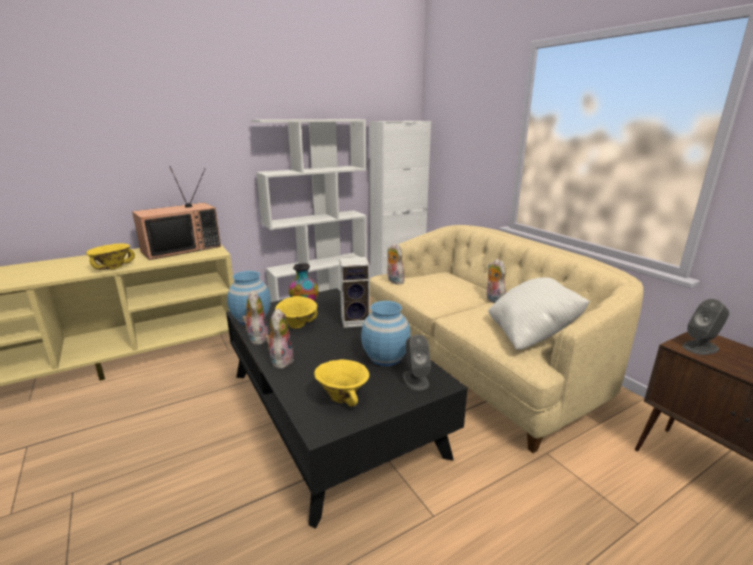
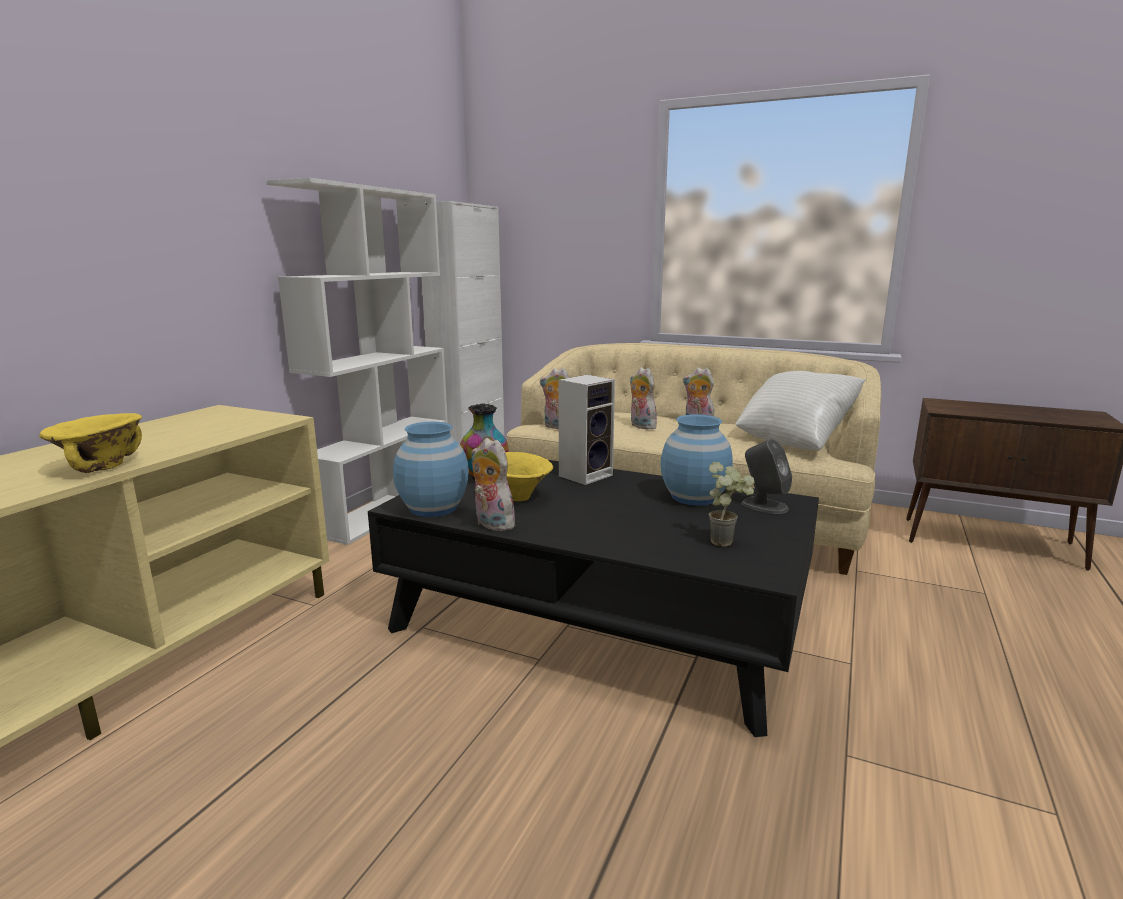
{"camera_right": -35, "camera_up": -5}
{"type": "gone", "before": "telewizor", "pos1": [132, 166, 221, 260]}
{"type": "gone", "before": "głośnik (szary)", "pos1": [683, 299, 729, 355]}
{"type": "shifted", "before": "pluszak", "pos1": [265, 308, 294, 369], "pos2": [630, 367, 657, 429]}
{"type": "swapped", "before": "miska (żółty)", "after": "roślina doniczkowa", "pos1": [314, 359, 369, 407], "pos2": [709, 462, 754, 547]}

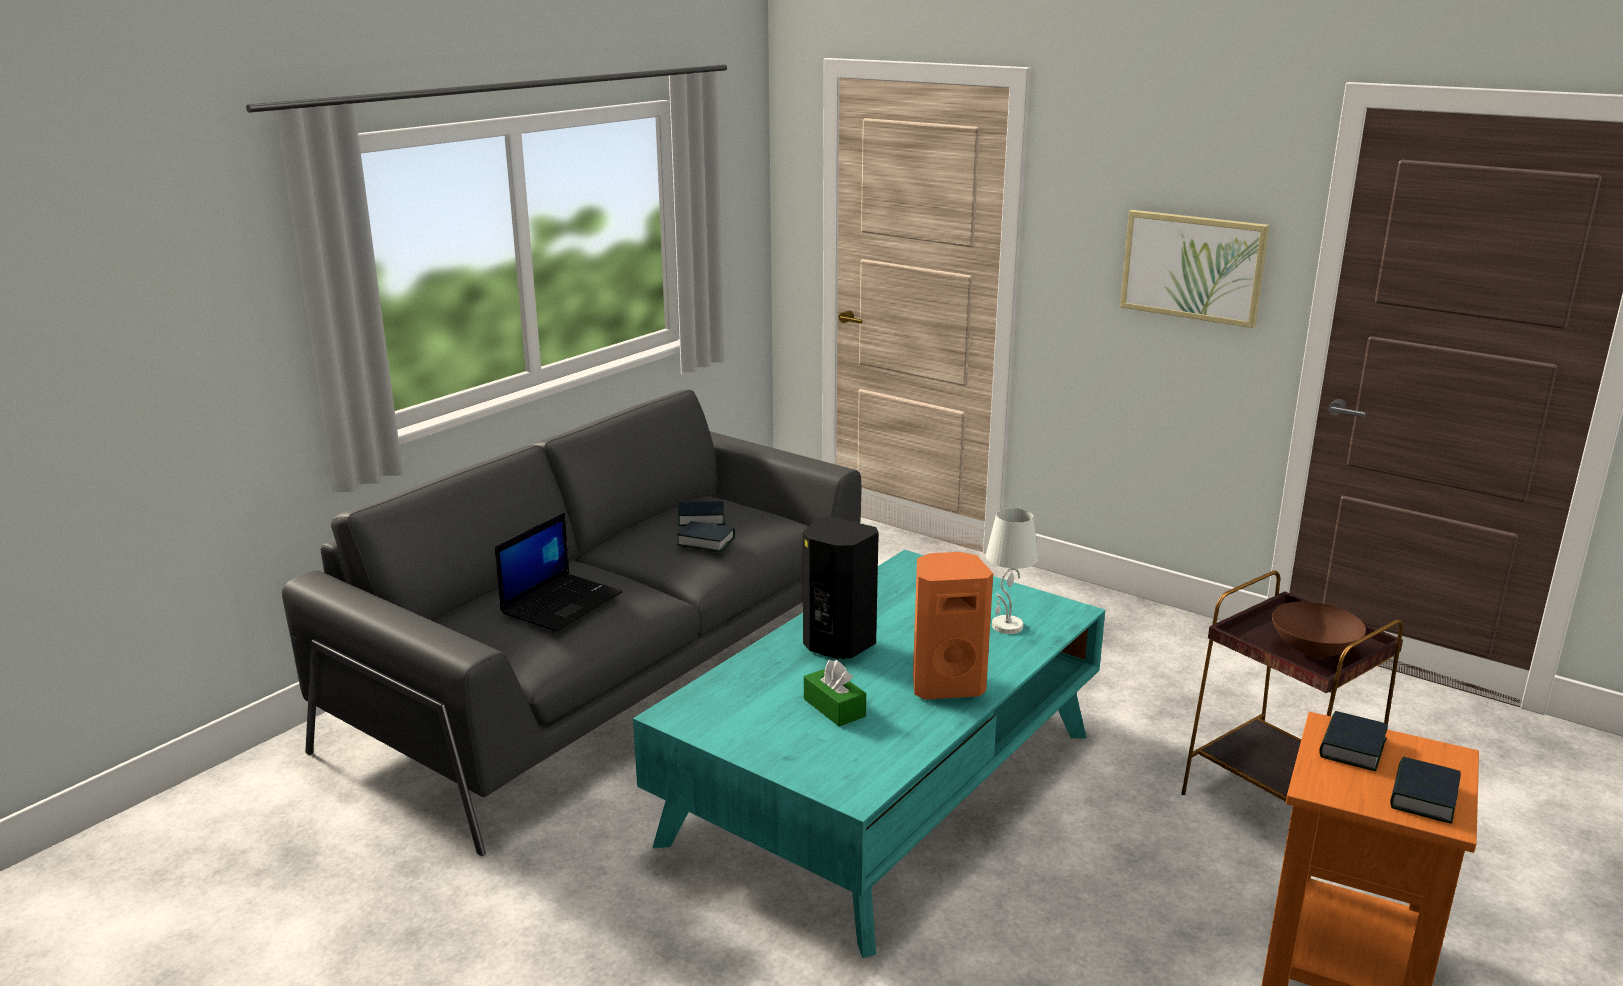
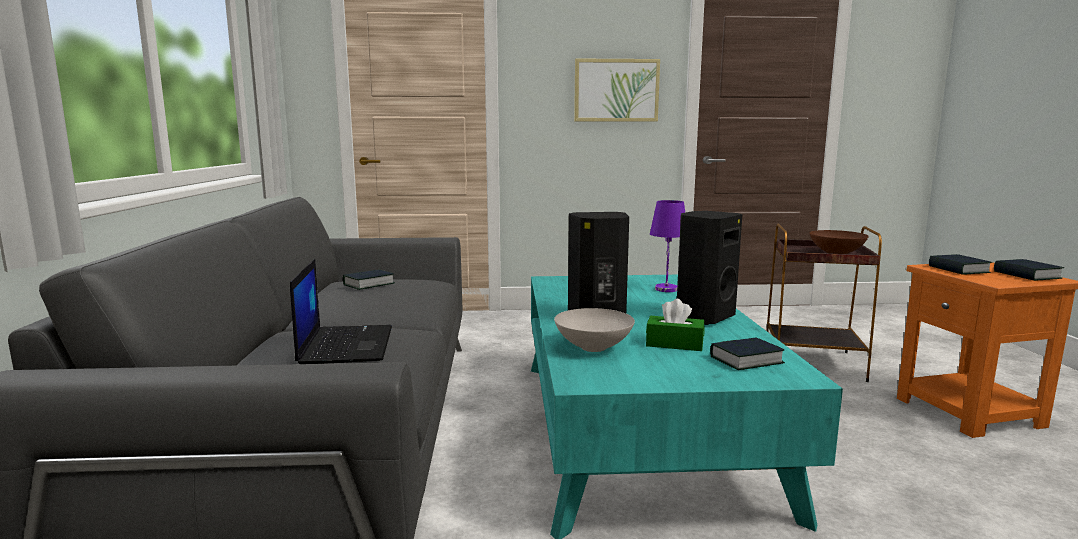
{"camera_right": -40, "camera_up": -10}
{"type": "new", "after": "miska (biały)", "pos2": [554, 308, 635, 352]}
{"type": "shifted", "before": "książka", "pos1": [677, 521, 735, 552], "pos2": [710, 337, 785, 370]}
{"type": "repainted", "before": "głośnik (pomarańczowy)", "after": "głośnik (czarny)", "pos1": [913, 552, 993, 700], "pos2": [677, 211, 742, 325]}
{"type": "repainted", "before": "lampa stołowa (biały)", "after": "lampa stołowa (fioletowy)", "pos1": [986, 508, 1039, 634], "pos2": [650, 200, 685, 292]}

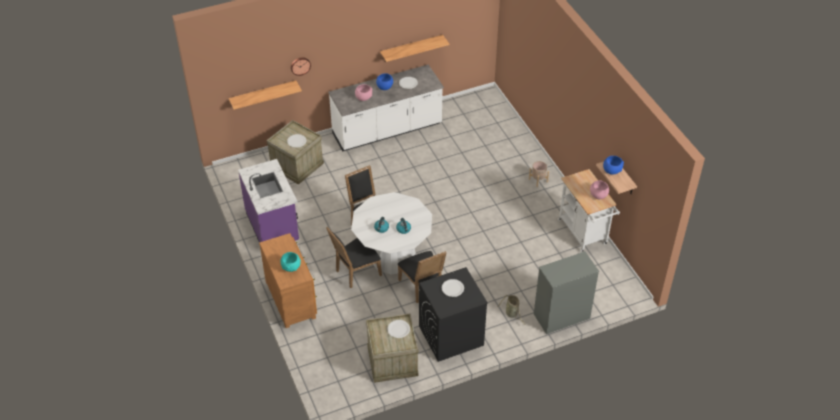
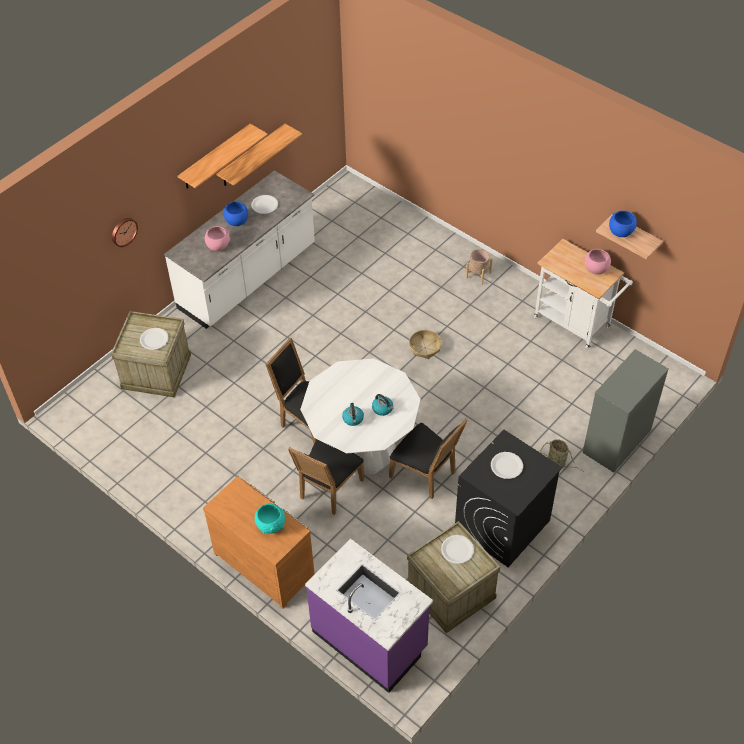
{"camera_right": -25, "camera_up": 5}
{"type": "new", "after": "koszyk", "pos2": [409, 330, 442, 359]}
{"type": "shifted", "before": "półka", "pos1": [229, 80, 302, 110], "pos2": [177, 124, 268, 188]}
{"type": "shifted", "before": "zabudowa kuchenna (fioletowy)", "pos1": [238, 159, 299, 242], "pos2": [305, 539, 433, 693]}

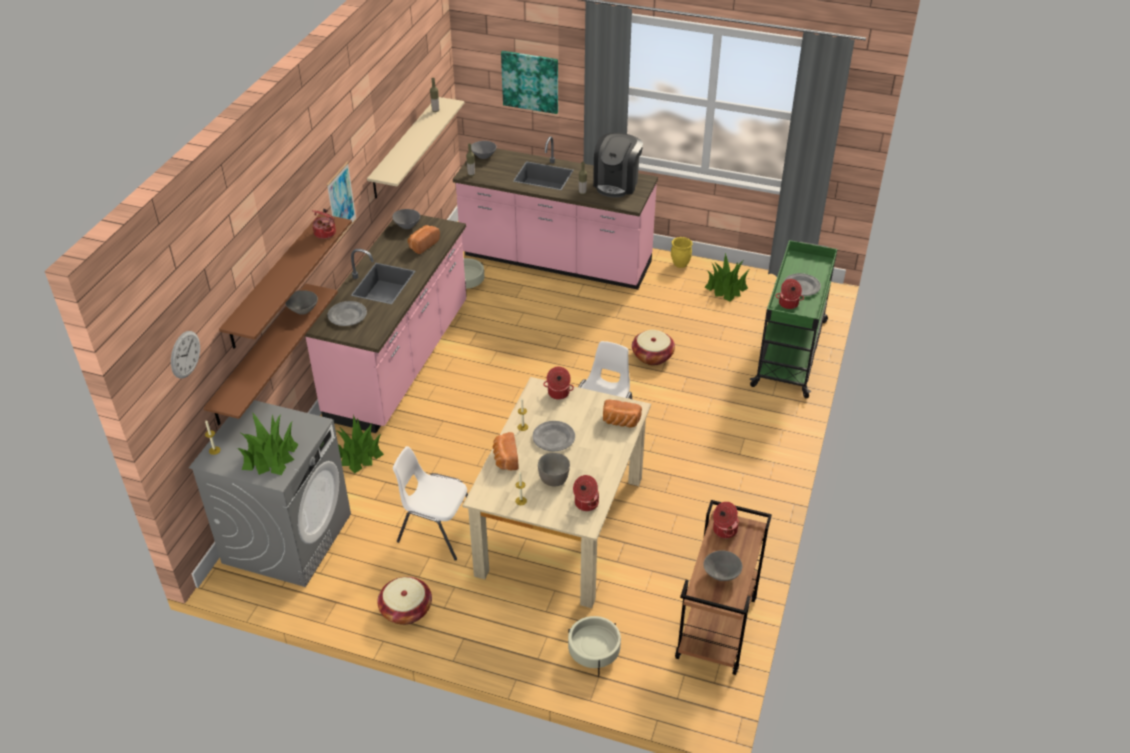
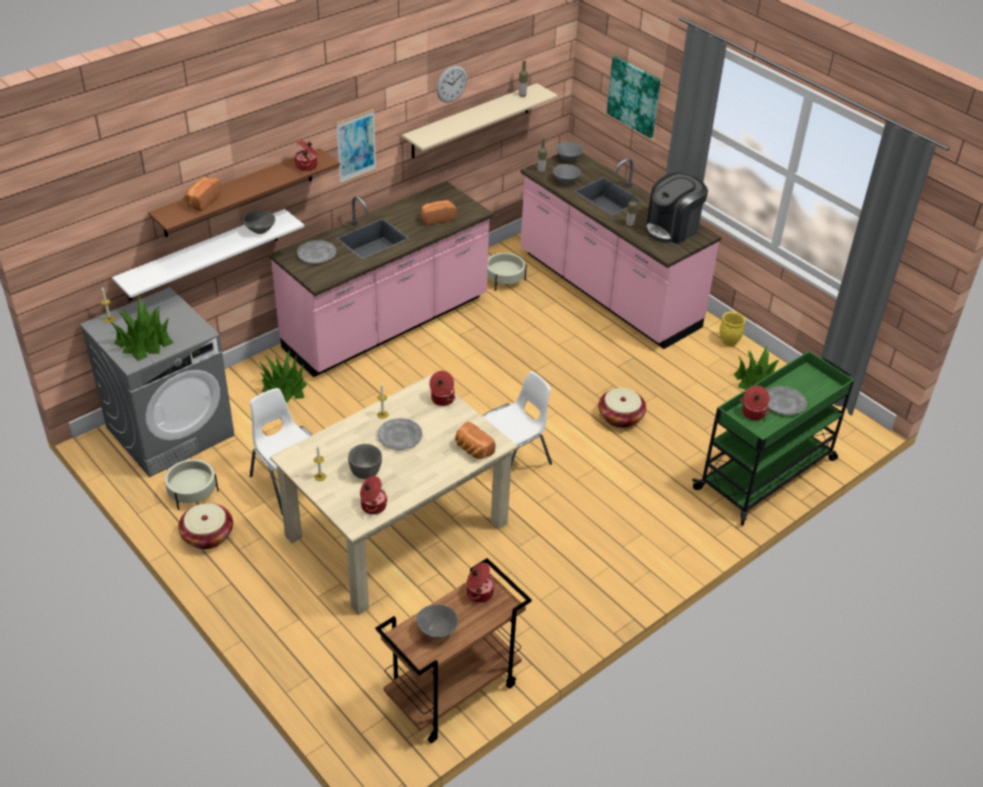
{"camera_right": 30, "camera_up": 0}
{"type": "shifted", "before": "zegar ścienny", "pos1": [171, 331, 200, 379], "pos2": [436, 65, 467, 102]}
{"type": "shifted", "before": "miska (szary)", "pos1": [392, 209, 420, 229], "pos2": [553, 164, 581, 184]}
{"type": "shifted", "before": "chleb", "pos1": [493, 432, 518, 470], "pos2": [184, 178, 221, 211]}
{"type": "shifted", "before": "donica (beżowy)", "pos1": [568, 616, 621, 676], "pos2": [165, 459, 219, 510]}
{"type": "repainted", "before": "półka (brązowy)", "after": "półka (biały)", "pos1": [203, 284, 338, 425], "pos2": [112, 209, 304, 301]}

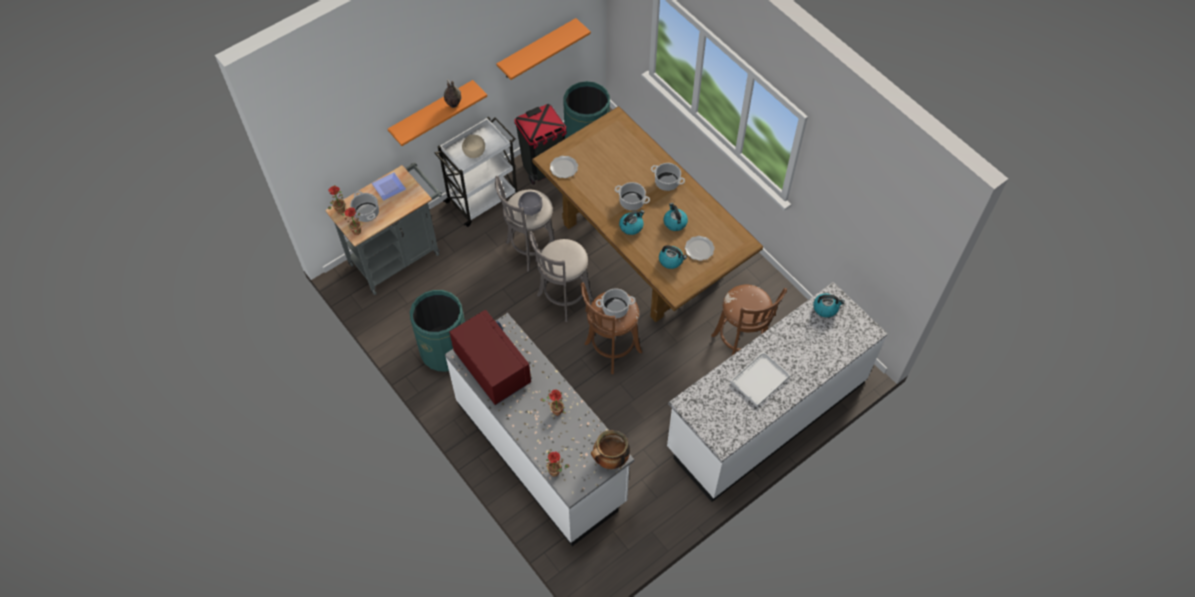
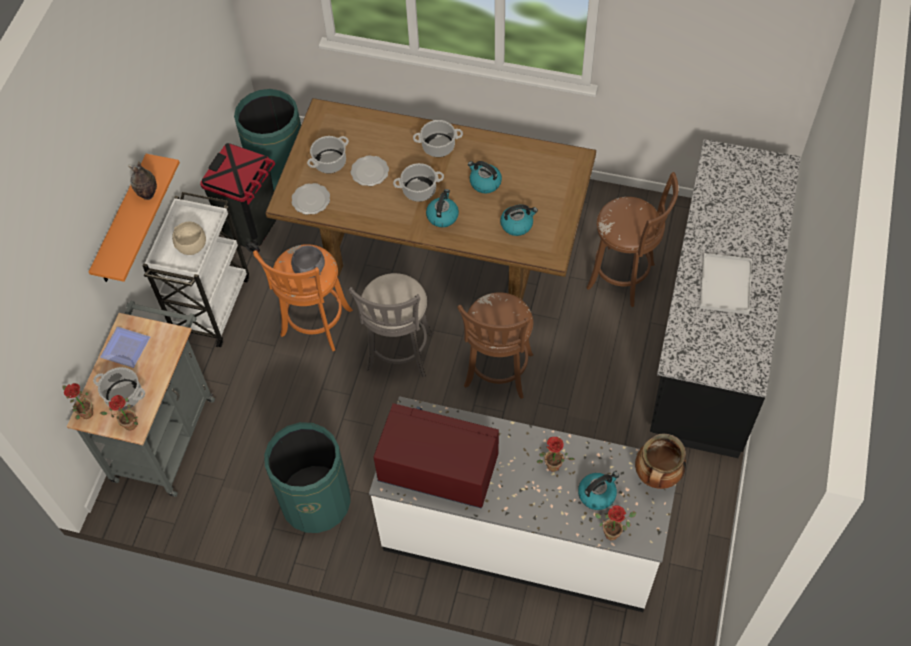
{"camera_right": -35, "camera_up": 0}
{"type": "gone", "before": "półka (pomarańczowy)", "pos1": [496, 18, 591, 80]}
{"type": "shifted", "before": "garnek", "pos1": [596, 288, 636, 318], "pos2": [307, 136, 349, 174]}
{"type": "shifted", "before": "talerz", "pos1": [685, 236, 715, 261], "pos2": [350, 155, 389, 186]}
{"type": "shifted", "before": "czajnik", "pos1": [813, 293, 845, 317], "pos2": [578, 471, 619, 510]}
{"type": "repainted", "before": "stołek (szary)", "after": "stołek (pomarańczowy)", "pos1": [495, 176, 555, 272], "pos2": [253, 244, 353, 351]}
{"type": "repainted", "before": "zabudowa kuchenna (biały)", "after": "zabudowa kuchenna (czarny)", "pos1": [667, 282, 888, 502], "pos2": [650, 139, 801, 458]}

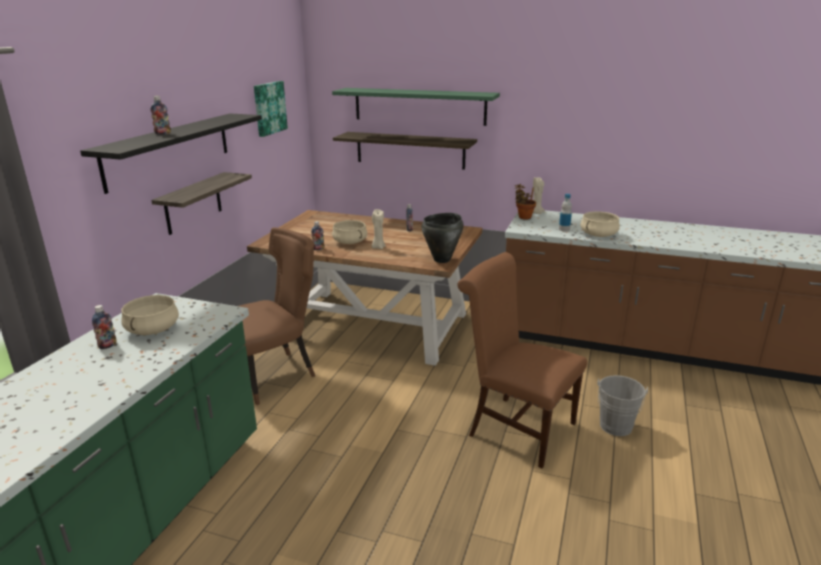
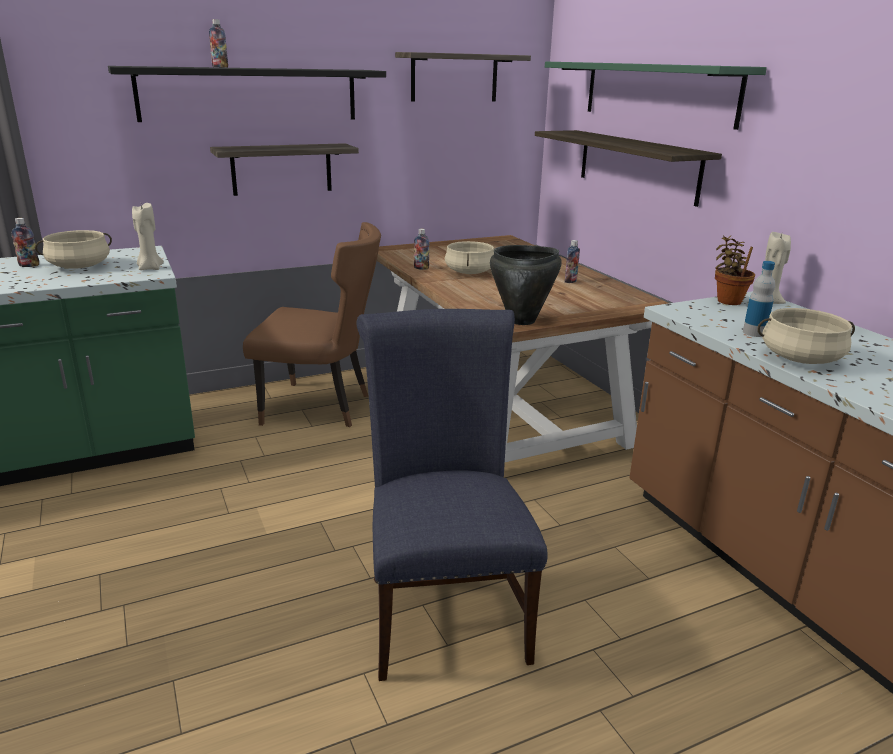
{"camera_right": 45, "camera_up": 0}
{"type": "gone", "before": "wiadro (szary)", "pos1": [597, 375, 648, 436]}
{"type": "shifted", "before": "świeca (beżowy)", "pos1": [372, 209, 386, 249], "pos2": [132, 203, 164, 270]}
{"type": "swapped", "before": "obraz", "after": "półka", "pos1": [254, 81, 288, 137], "pos2": [395, 52, 531, 102]}
{"type": "repainted", "before": "krzesło (brązowy)", "after": "krzesło (niebieski)", "pos1": [457, 252, 587, 468], "pos2": [356, 309, 548, 681]}

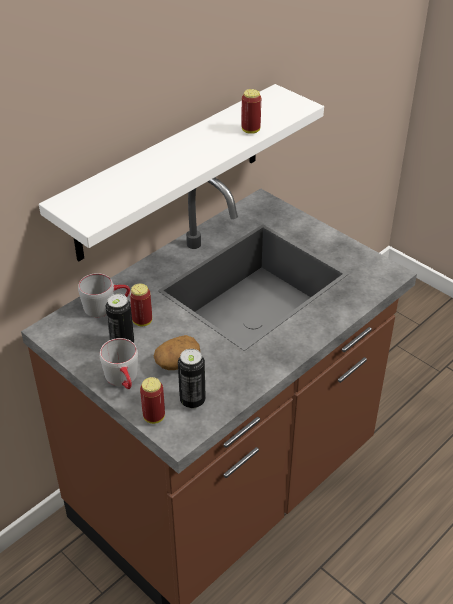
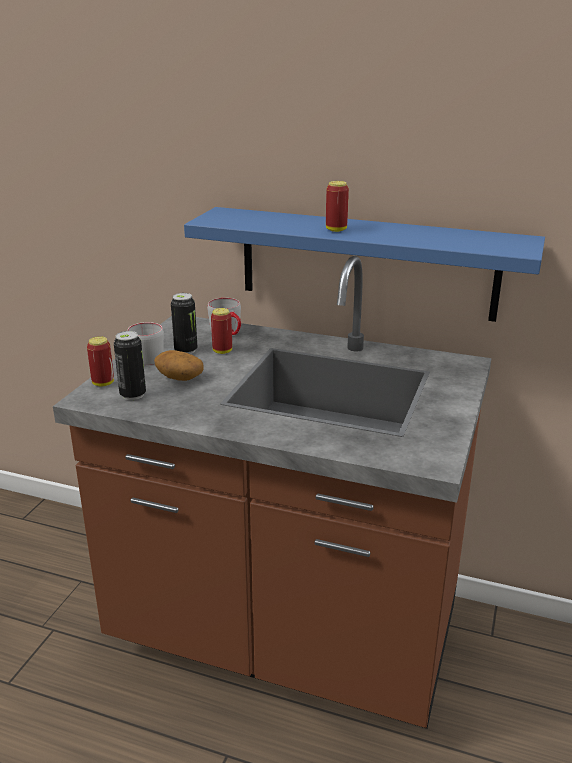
{"camera_right": 65, "camera_up": -15}
{"type": "shifted", "before": "puszka", "pos1": [241, 89, 261, 134], "pos2": [326, 181, 349, 232]}
{"type": "repainted", "before": "półka (biały)", "after": "półka (niebieski)", "pos1": [39, 84, 324, 261], "pos2": [184, 207, 545, 322]}

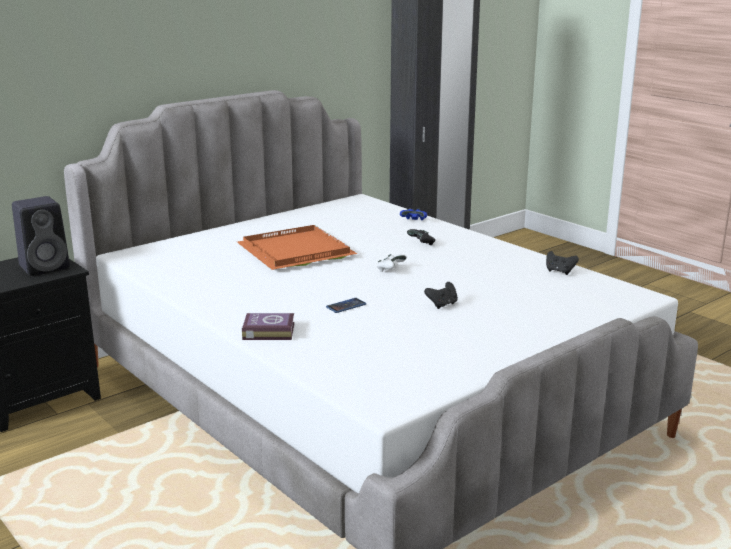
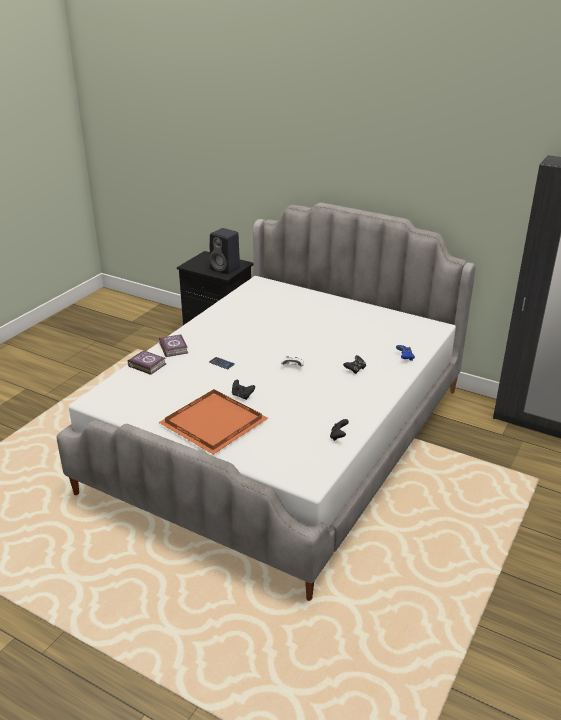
{"camera_right": 70, "camera_up": 10}
{"type": "new", "after": "książka", "pos2": [128, 350, 166, 375]}
{"type": "shifted", "before": "taca (pomarańczowy)", "pos1": [237, 225, 357, 270], "pos2": [159, 389, 268, 455]}

